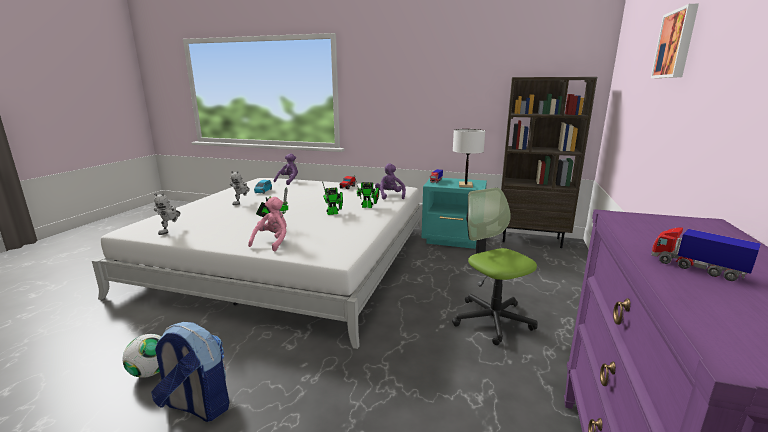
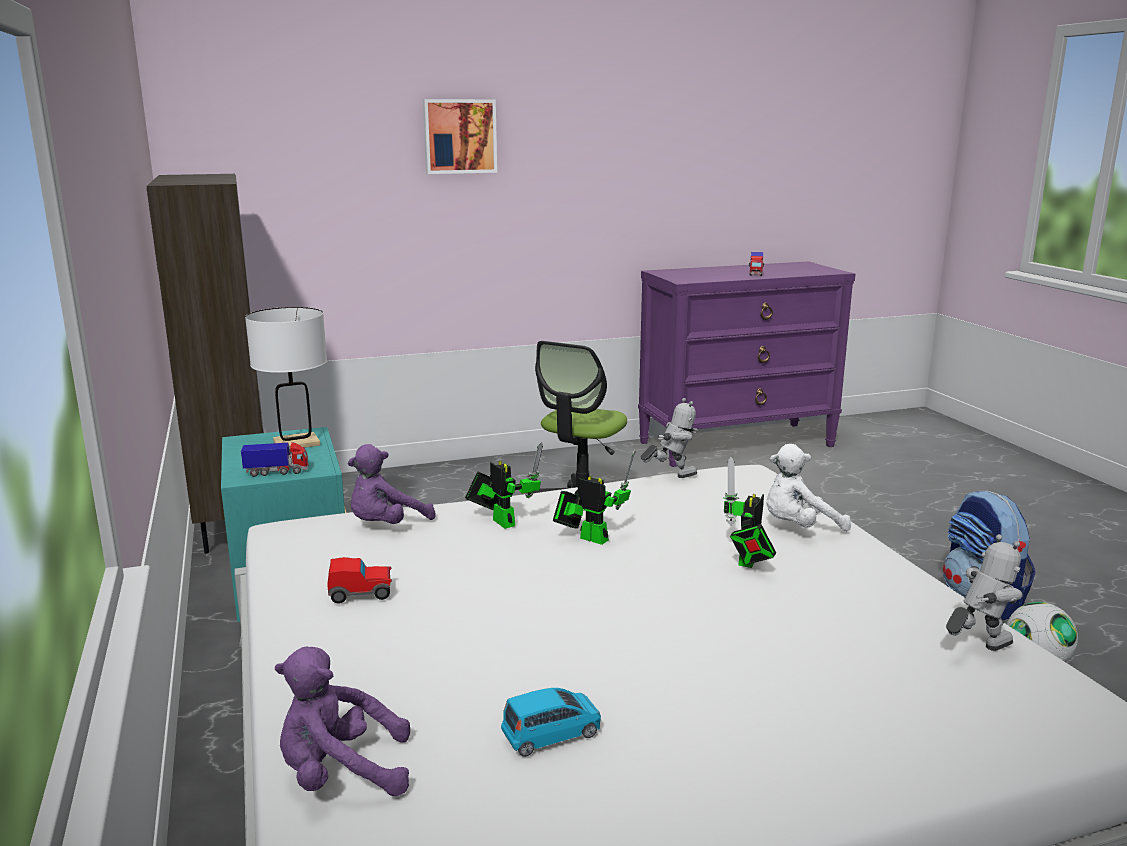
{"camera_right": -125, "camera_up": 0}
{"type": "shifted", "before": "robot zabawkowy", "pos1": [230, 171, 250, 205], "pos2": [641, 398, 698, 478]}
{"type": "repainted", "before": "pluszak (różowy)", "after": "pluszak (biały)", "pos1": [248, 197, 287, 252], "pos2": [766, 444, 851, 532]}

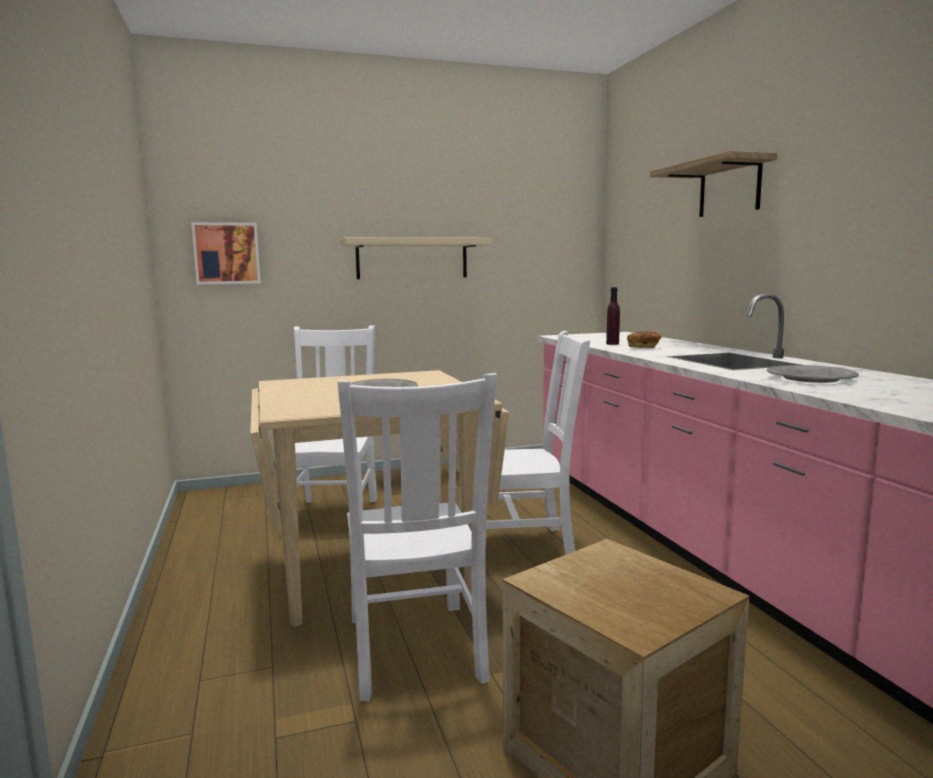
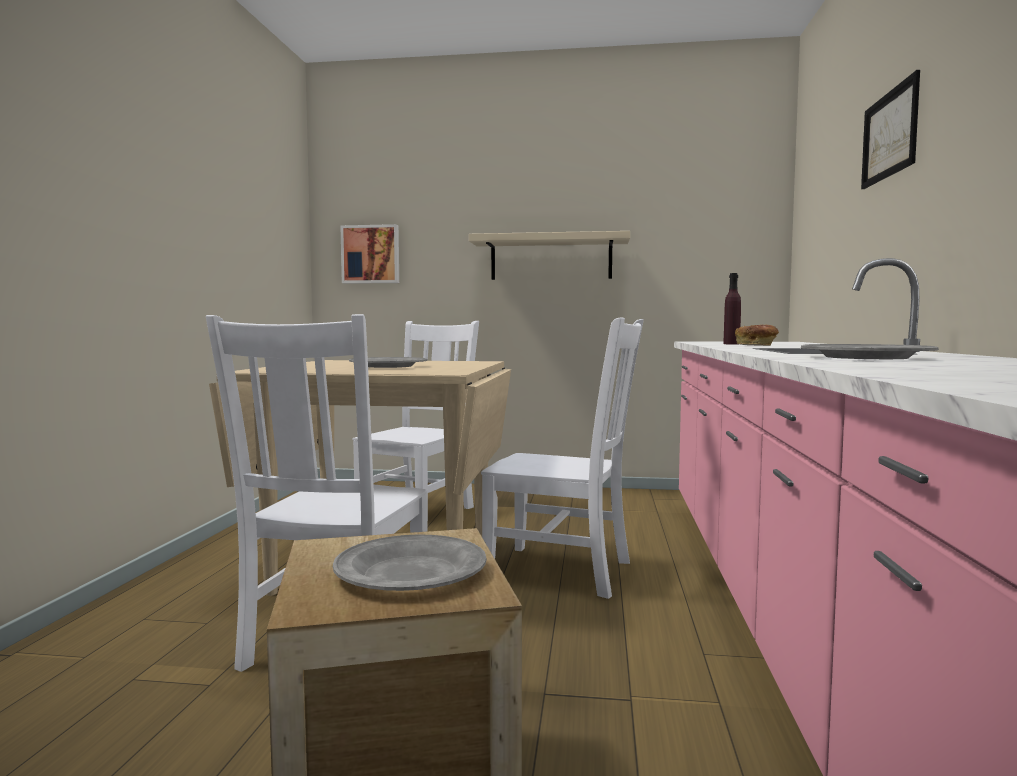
{"camera_right": 25, "camera_up": -5}
{"type": "new", "after": "talerz (szary)", "pos2": [333, 534, 487, 591]}
{"type": "swapped", "before": "półka", "after": "obraz", "pos1": [650, 151, 777, 217], "pos2": [861, 70, 920, 189]}

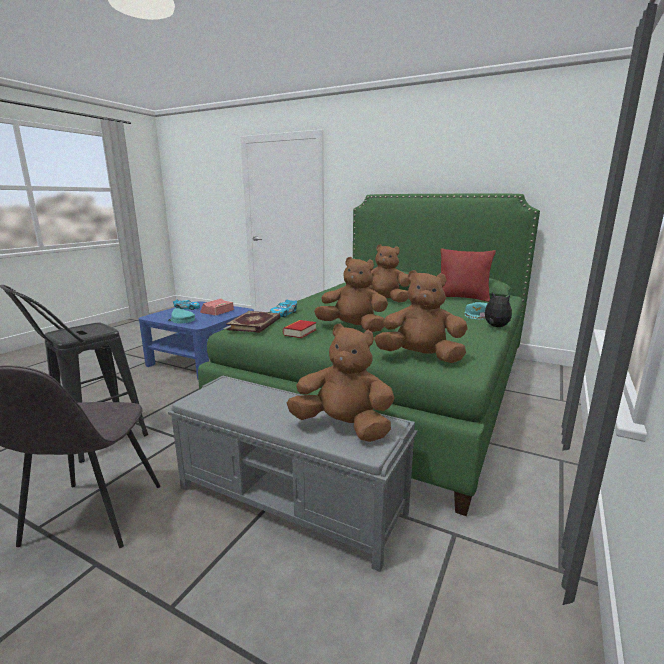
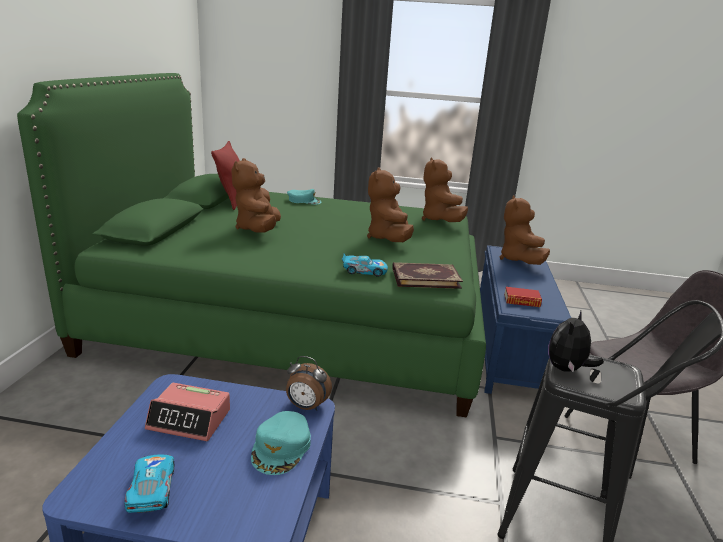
{"camera_right": -110, "camera_up": 5}
{"type": "new", "after": "budzik", "pos2": [286, 356, 332, 411]}
{"type": "shifted", "before": "książka", "pos1": [283, 320, 317, 338], "pos2": [504, 287, 542, 307]}
{"type": "shifted", "before": "pluszak", "pos1": [480, 292, 512, 327], "pos2": [548, 311, 604, 373]}
{"type": "repainted", "before": "ławka (szary)", "after": "ławka (niebieski)", "pos1": [168, 375, 417, 572], "pos2": [480, 245, 571, 394]}

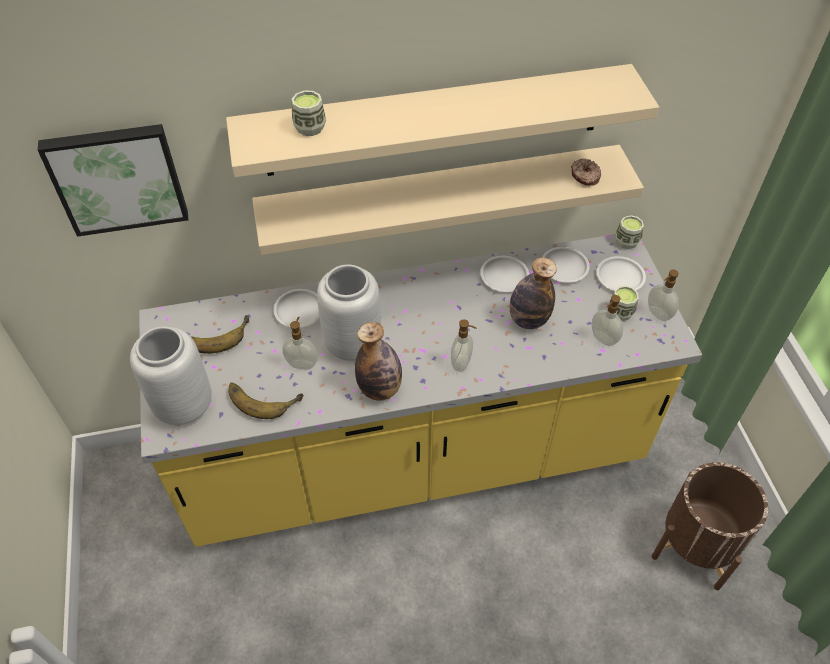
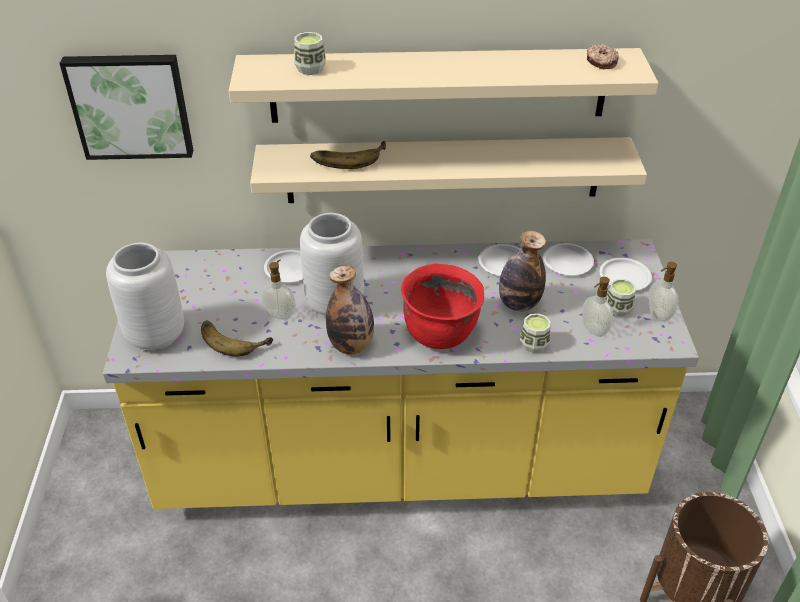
{"camera_right": 10, "camera_up": -10}
{"type": "shifted", "before": "banan", "pos1": [191, 315, 249, 354], "pos2": [310, 141, 386, 169]}
{"type": "shifted", "before": "donut", "pos1": [571, 159, 601, 186], "pos2": [587, 44, 619, 69]}
{"type": "shifted", "before": "filiżanka", "pos1": [615, 215, 644, 249], "pos2": [520, 313, 550, 353]}
{"type": "swapped", "before": "dozownik mydła", "after": "garnek (czerwony)", "pos1": [451, 319, 477, 372], "pos2": [401, 264, 484, 349]}

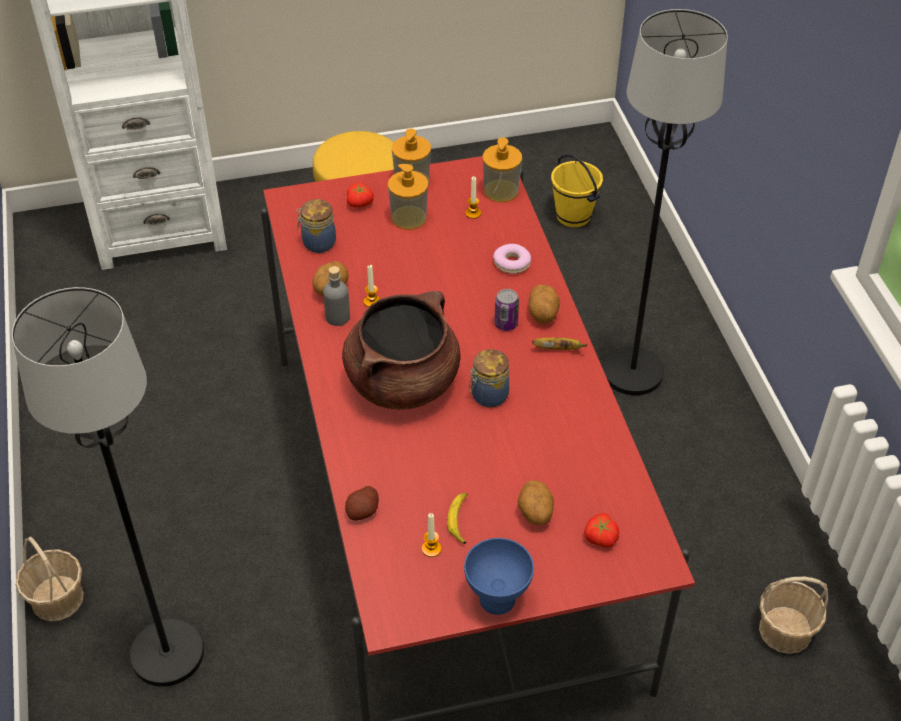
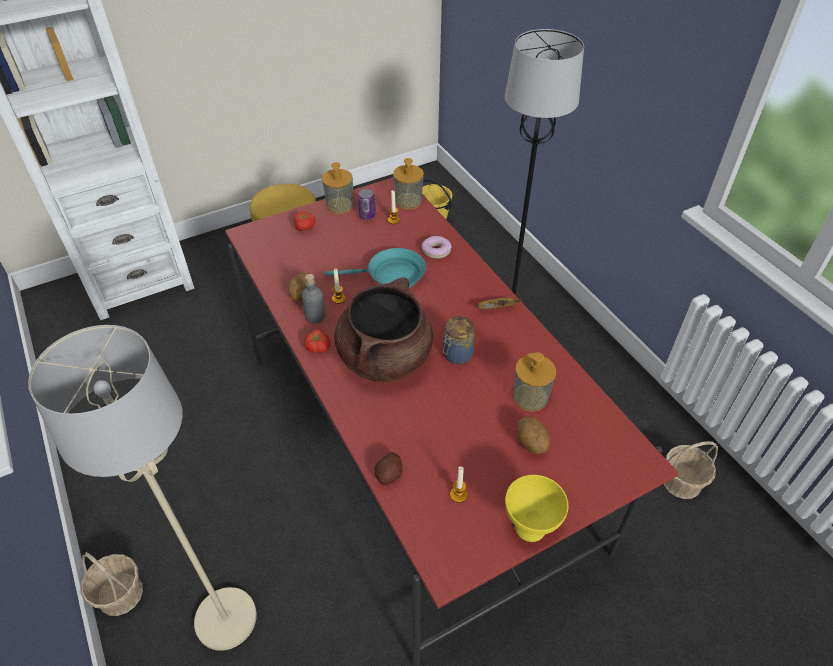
{"camera_right": -15, "camera_up": 0}
{"type": "gone", "before": "słoik", "pos1": [296, 199, 336, 253]}
{"type": "gone", "before": "banan", "pos1": [447, 493, 468, 544]}
{"type": "gone", "before": "ziemniak", "pos1": [529, 284, 560, 324]}
{"type": "new", "after": "patelnia (turkusowy)", "pos2": [325, 248, 426, 288]}
{"type": "shifted", "before": "dozownik mydła", "pos1": [388, 164, 428, 230], "pos2": [513, 352, 556, 412]}
{"type": "shifted", "before": "puszka", "pos1": [494, 289, 519, 331], "pos2": [358, 189, 376, 220]}
{"type": "shifted", "before": "pomidor", "pos1": [584, 513, 619, 547], "pos2": [304, 329, 330, 353]}
{"type": "repainted", "before": "lampa stojąca (czarny)", "after": "lampa stojąca (beżowy)", "pos1": [12, 287, 204, 686], "pos2": [28, 325, 257, 651]}
{"type": "repainted", "before": "miska (niebieski)", "after": "miska (żółty)", "pos1": [464, 538, 534, 615], "pos2": [505, 475, 568, 542]}

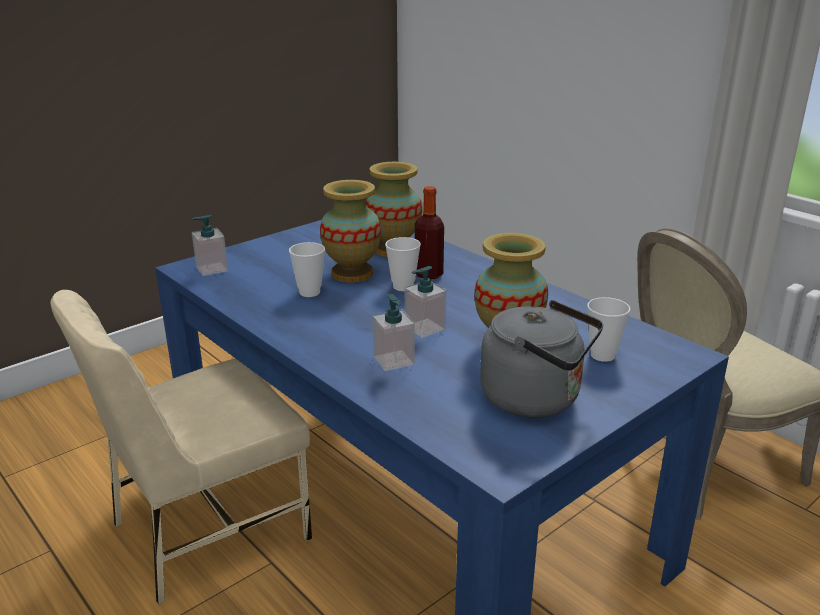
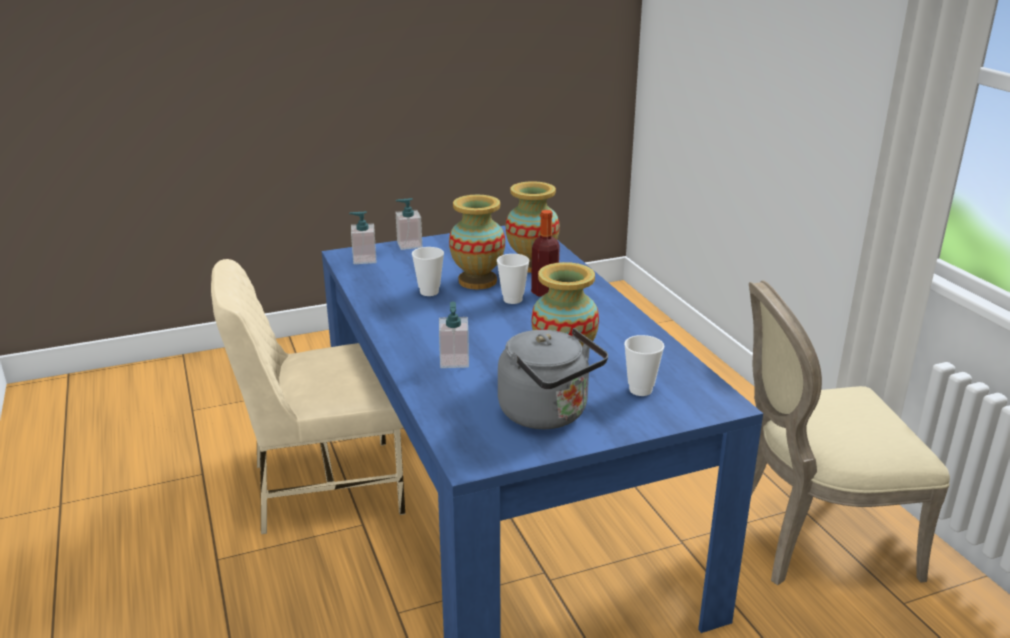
{"camera_right": 20, "camera_up": 0}
{"type": "shifted", "before": "dozownik mydła", "pos1": [405, 266, 446, 338], "pos2": [395, 198, 422, 250]}

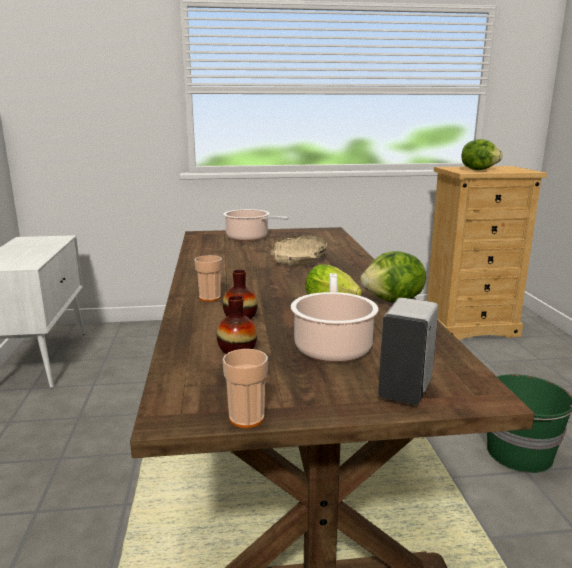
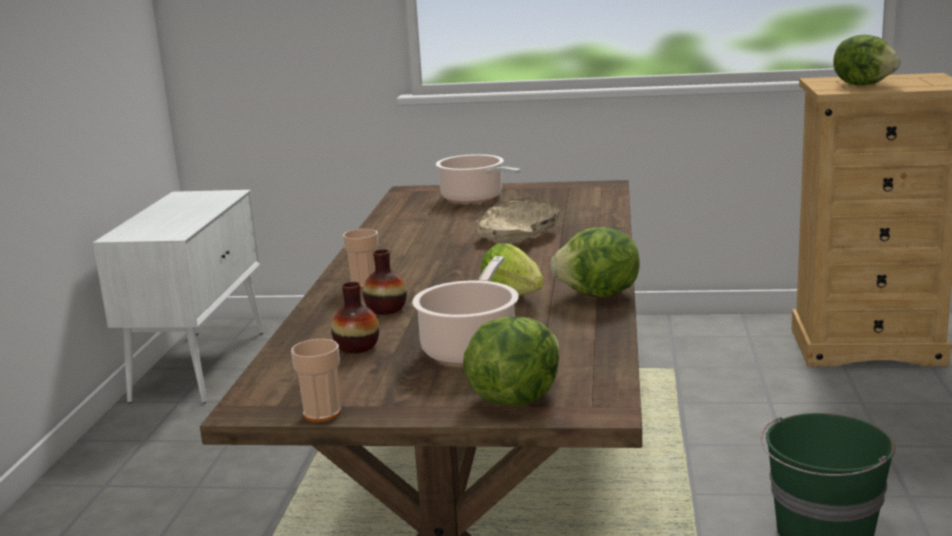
{"camera_right": 15, "camera_up": 0}
{"type": "swapped", "before": "dozownik mydła (biały)", "after": "sałata", "pos1": [378, 298, 438, 405], "pos2": [463, 316, 559, 406]}

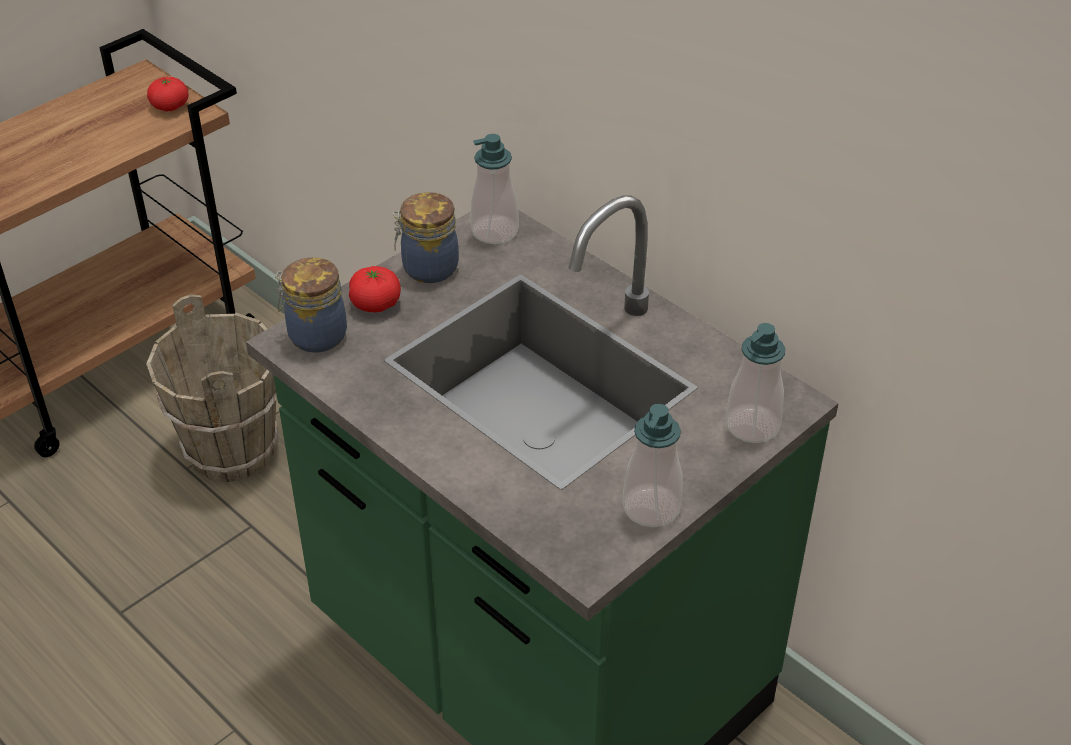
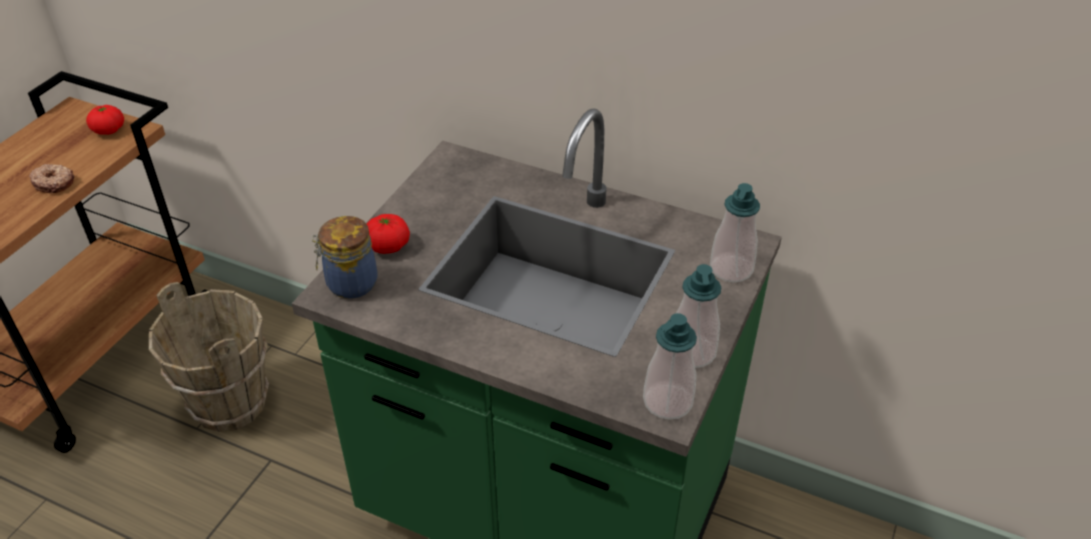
{"camera_right": -20, "camera_up": 0}
{"type": "gone", "before": "słoik", "pos1": [393, 192, 459, 283]}
{"type": "new", "after": "donut", "pos2": [29, 164, 74, 193]}
{"type": "shifted", "before": "dozownik mydła", "pos1": [470, 134, 519, 244], "pos2": [643, 313, 697, 420]}

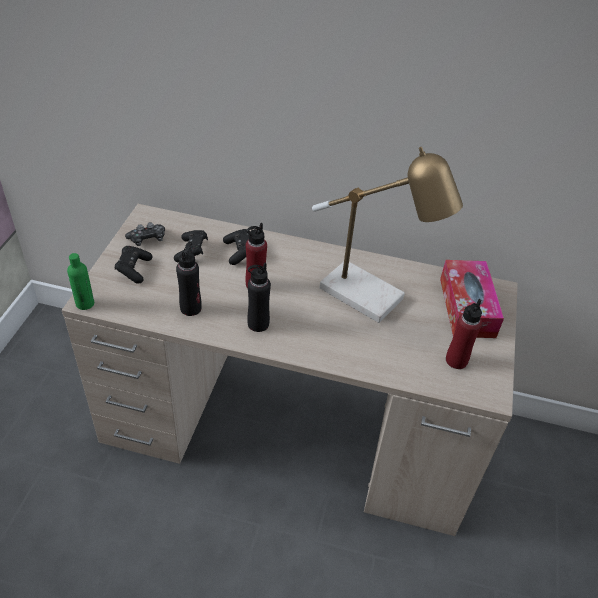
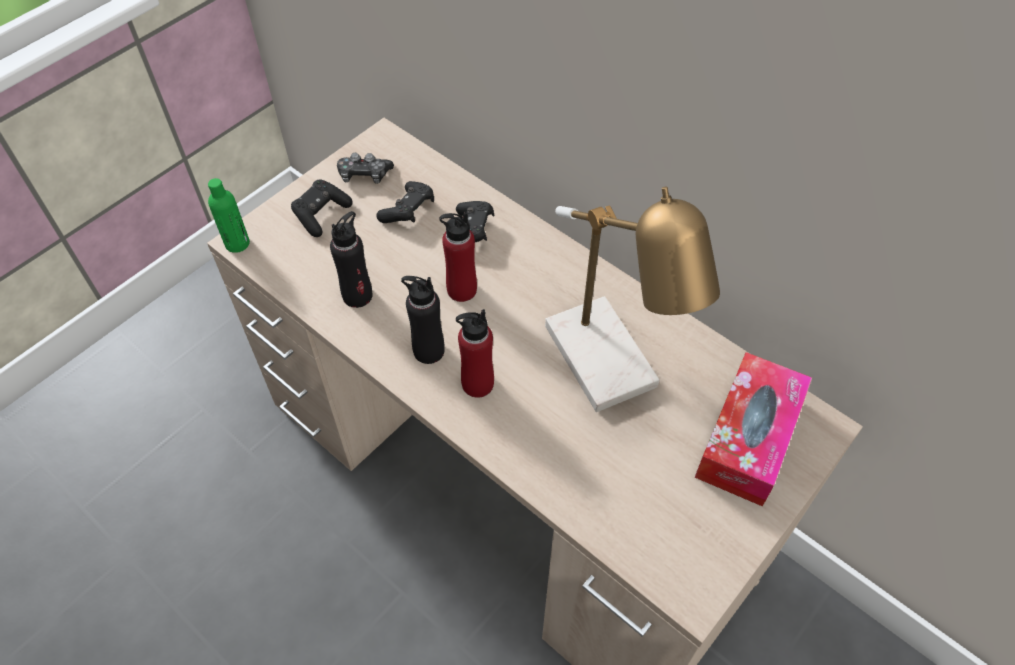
{"camera_right": 30, "camera_up": 10}
{"type": "shifted", "before": "butelka (czerwony)", "pos1": [446, 299, 482, 369], "pos2": [456, 309, 494, 398]}

